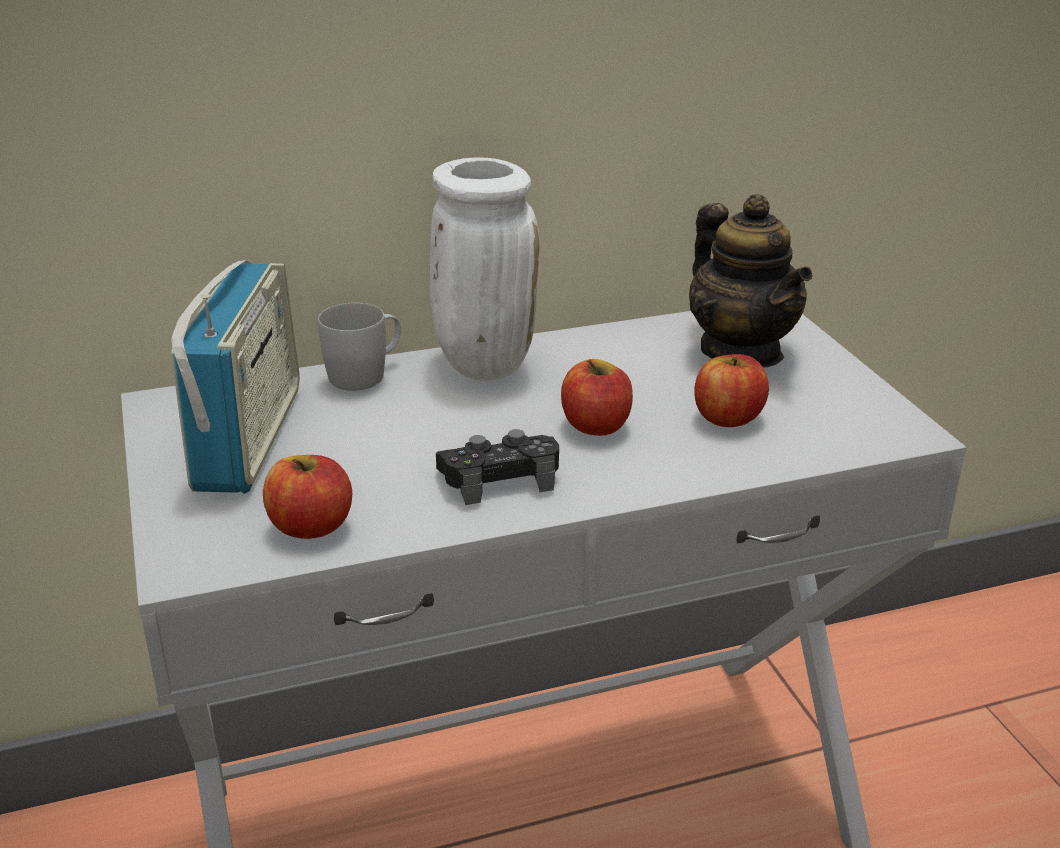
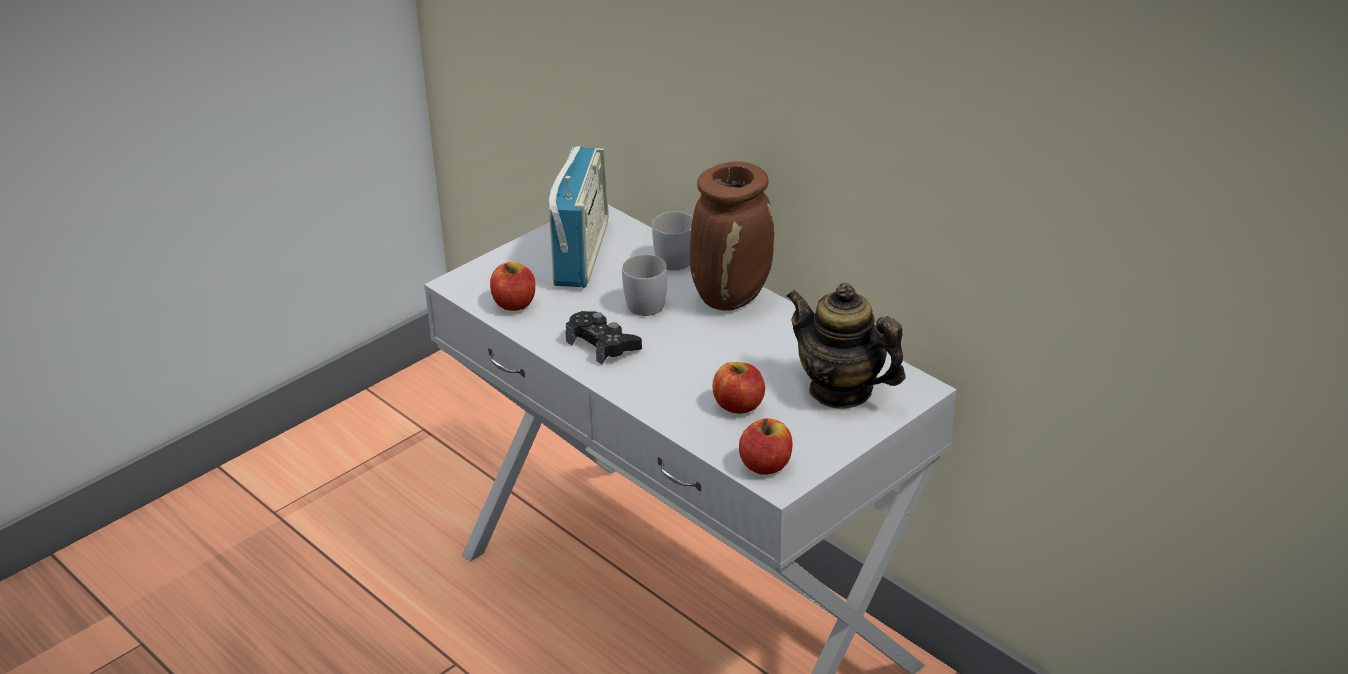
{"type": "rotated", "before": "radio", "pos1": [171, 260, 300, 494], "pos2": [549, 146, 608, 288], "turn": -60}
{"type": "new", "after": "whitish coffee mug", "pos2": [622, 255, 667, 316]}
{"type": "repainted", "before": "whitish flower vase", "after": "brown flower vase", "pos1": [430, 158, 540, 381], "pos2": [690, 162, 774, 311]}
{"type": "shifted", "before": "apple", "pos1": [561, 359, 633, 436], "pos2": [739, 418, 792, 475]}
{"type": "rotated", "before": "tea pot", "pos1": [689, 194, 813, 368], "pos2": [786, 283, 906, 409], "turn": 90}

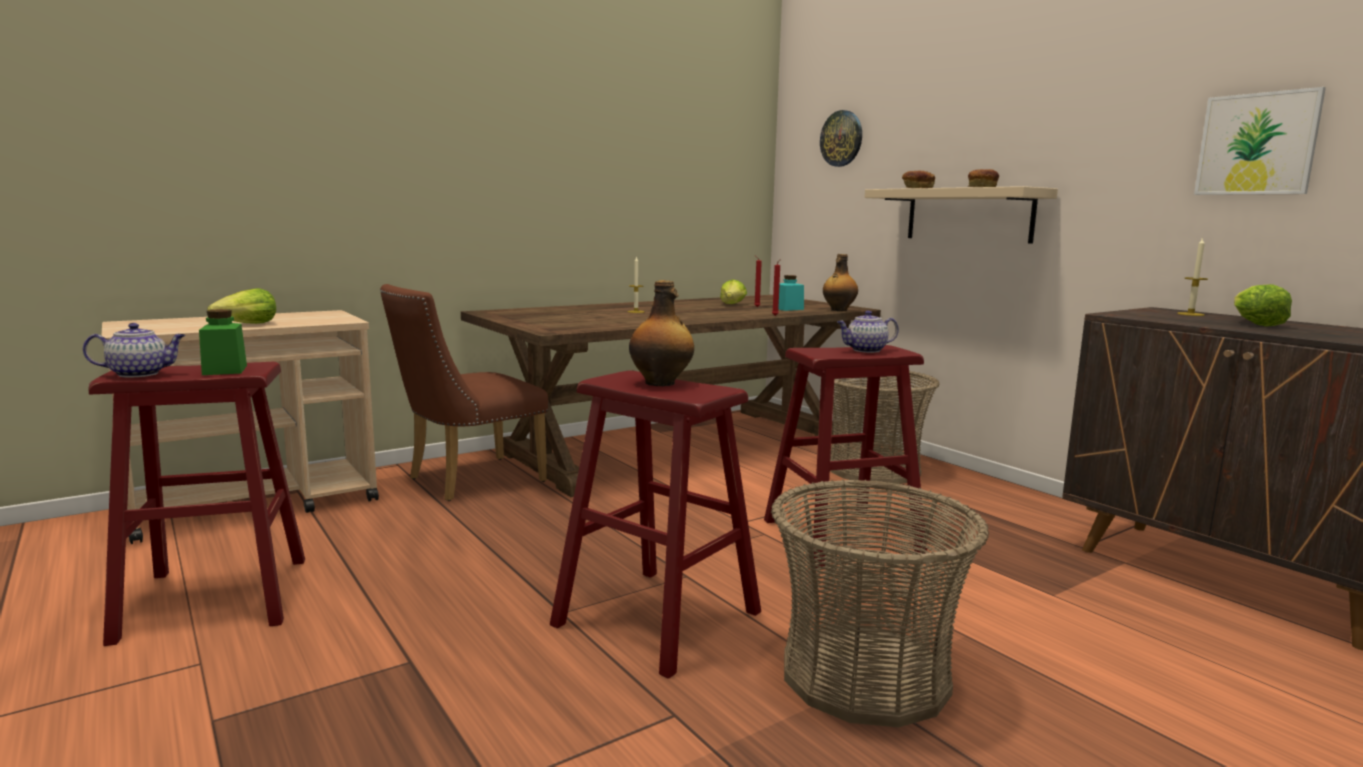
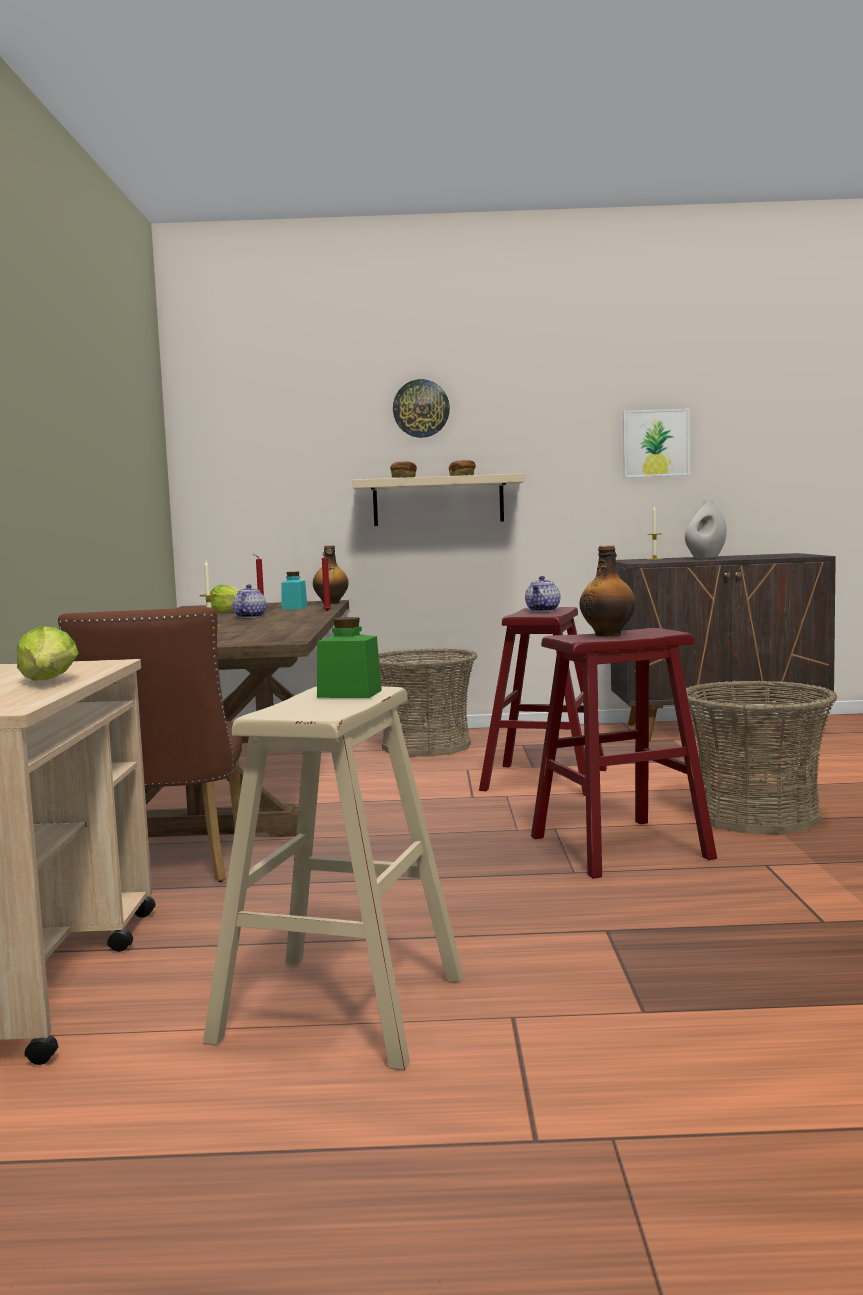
{"type": "repainted", "before": "red sitting stool", "after": "beige sitting stool", "pos1": [89, 362, 305, 646], "pos2": [203, 687, 464, 1071]}
{"type": "shifted", "before": "tea pot", "pos1": [83, 323, 185, 377], "pos2": [232, 584, 266, 618]}
{"type": "shifted", "before": "wall clock", "pos1": [820, 110, 862, 167], "pos2": [393, 379, 450, 438]}
{"type": "swapped", "before": "lettuce head", "after": "whitish flower vase", "pos1": [1234, 284, 1292, 327], "pos2": [685, 499, 727, 559]}

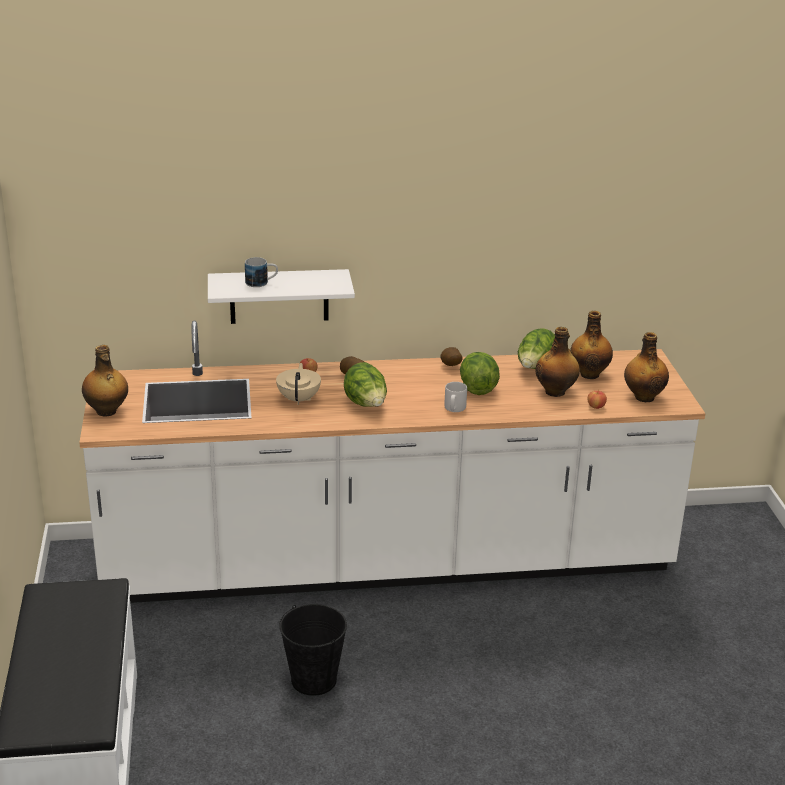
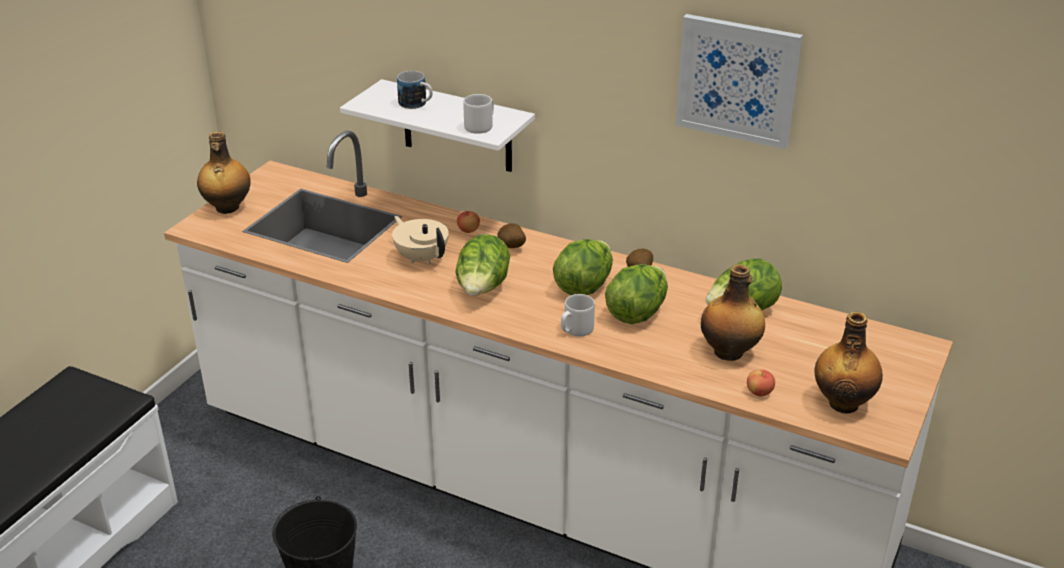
{"type": "rotated", "before": "beige tea pot", "pos1": [276, 363, 321, 405], "pos2": [392, 216, 449, 264], "turn": -75}
{"type": "new", "after": "greyish coffee mug", "pos2": [463, 94, 494, 134]}
{"type": "new", "after": "lettuce head", "pos2": [553, 239, 613, 295]}
{"type": "new", "after": "wall art", "pos2": [675, 14, 803, 149]}
{"type": "gone", "before": "drink bottle", "pos1": [570, 311, 613, 379]}

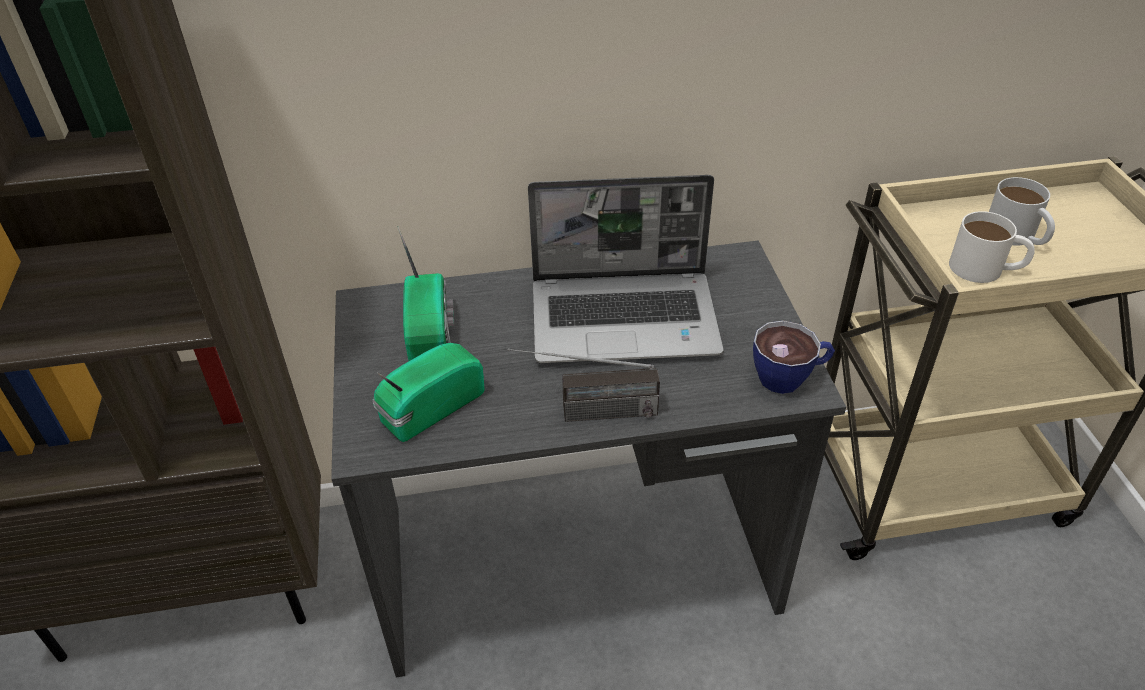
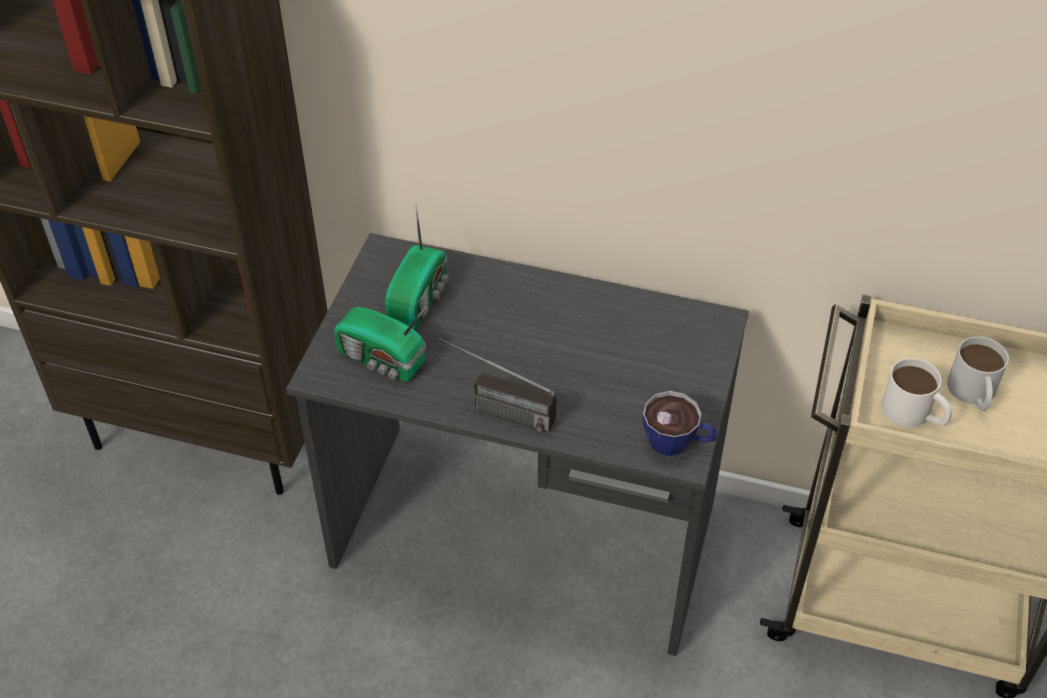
{"type": "rotated", "before": "radio", "pos1": [372, 343, 485, 442], "pos2": [334, 304, 428, 382], "turn": -135}
{"type": "gone", "before": "laptop", "pos1": [528, 175, 724, 363]}

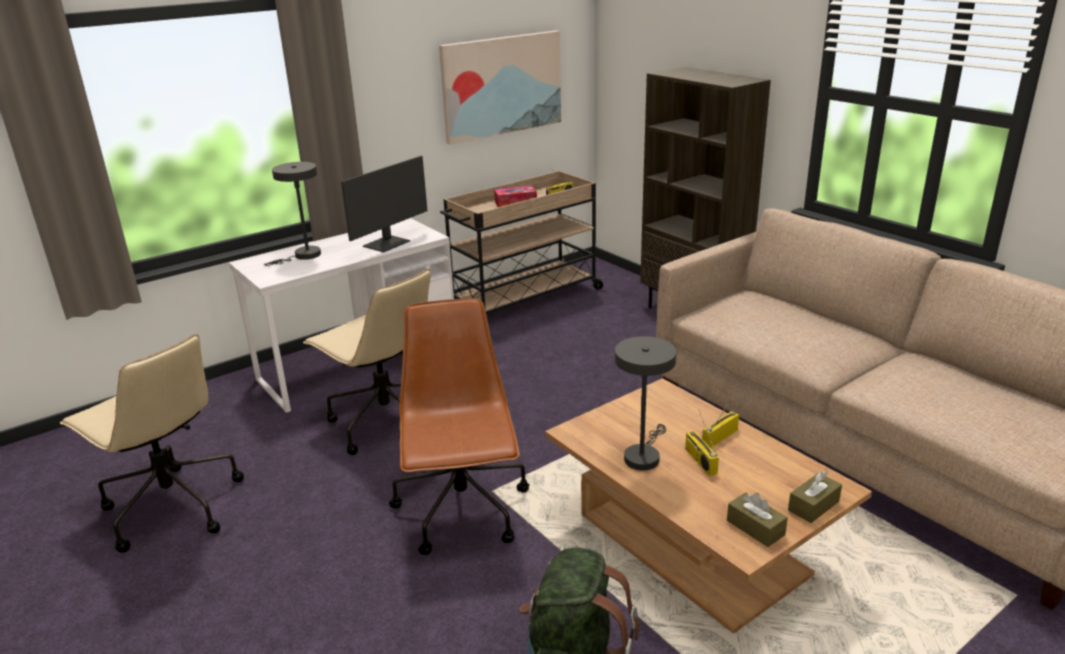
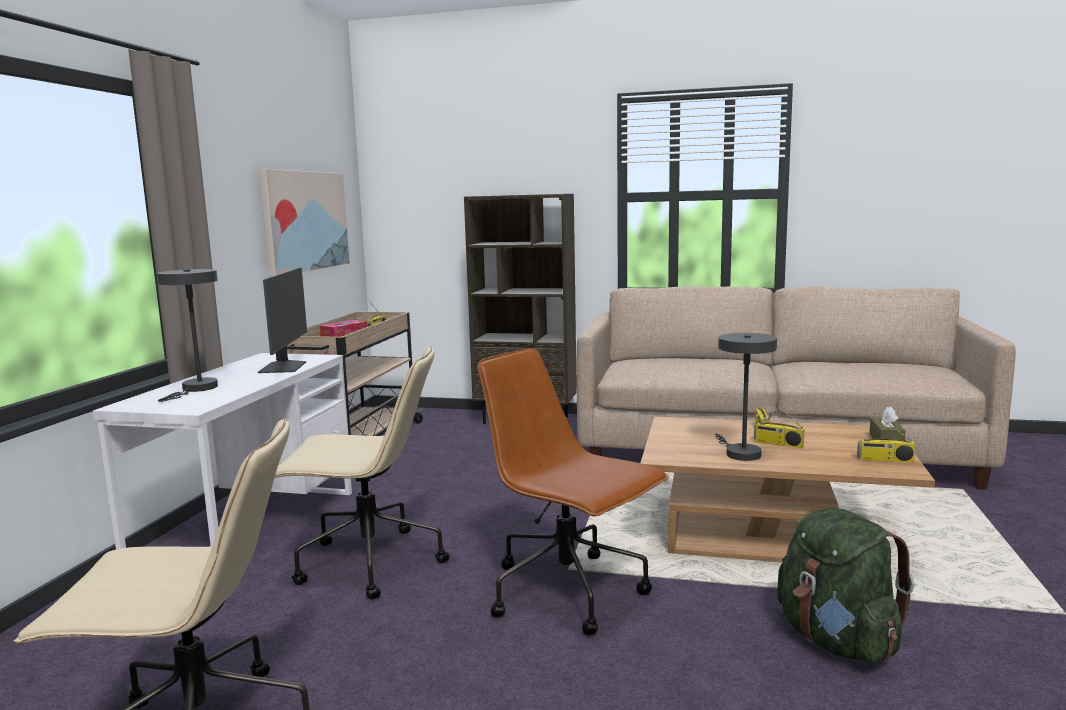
{"type": "swapped", "before": "brown tissue holder", "after": "radio", "pos1": [727, 493, 788, 547], "pos2": [857, 411, 915, 463]}

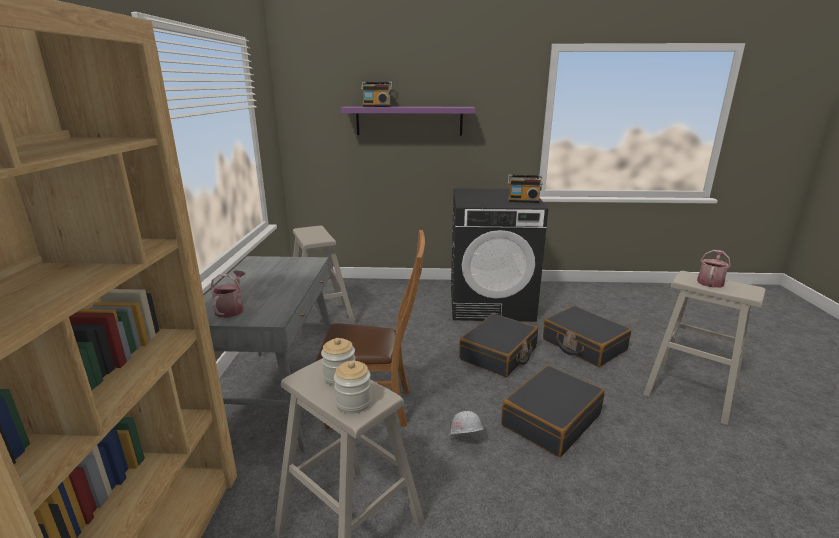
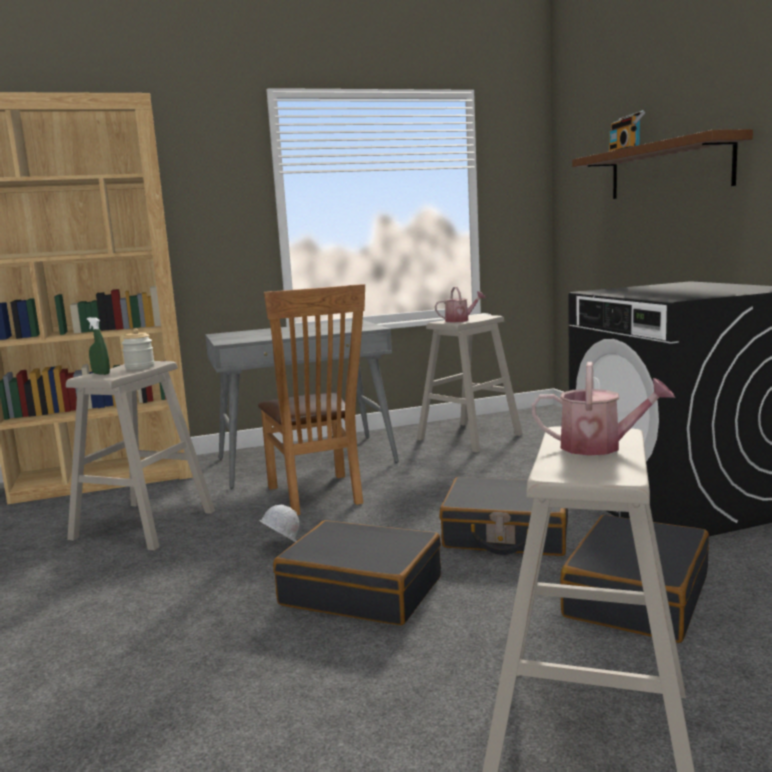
{"type": "swapped", "before": "preserve jar", "after": "greenish sprayer", "pos1": [334, 361, 372, 413], "pos2": [87, 317, 110, 375]}
{"type": "shifted", "before": "watering can", "pos1": [210, 270, 245, 318], "pos2": [435, 287, 486, 322]}
{"type": "repainted", "before": "purple bracket shelf", "after": "brown bracket shelf", "pos1": [341, 106, 475, 135], "pos2": [572, 129, 753, 199]}
{"type": "gone", "before": "radio", "pos1": [508, 174, 543, 203]}

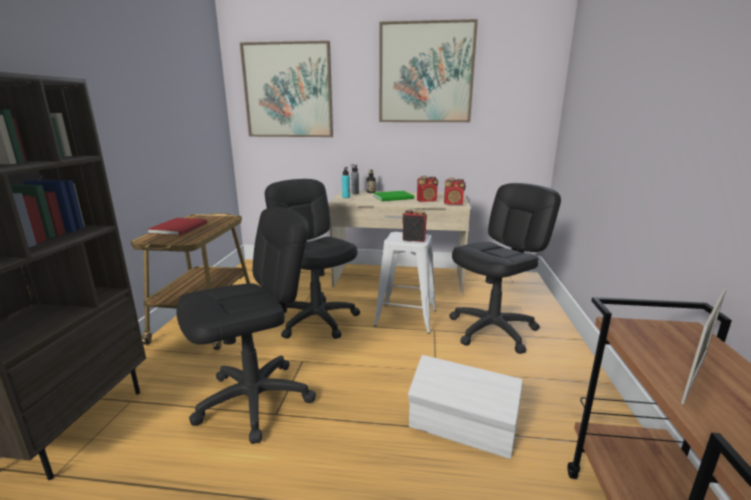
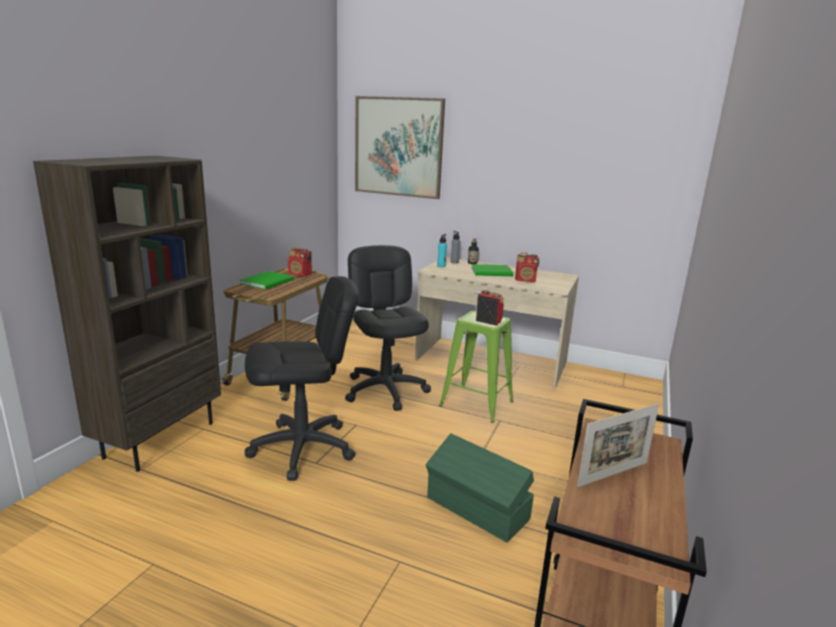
{"type": "repainted", "before": "red bound book", "after": "greenish bound book", "pos1": [147, 218, 207, 236], "pos2": [240, 271, 294, 289]}
{"type": "shifted", "before": "radio", "pos1": [444, 178, 466, 205], "pos2": [288, 246, 312, 277]}
{"type": "repainted", "before": "whitish storage box", "after": "greenish storage box", "pos1": [408, 355, 523, 459], "pos2": [426, 433, 534, 542]}
{"type": "repainted", "before": "whitish sitting stool", "after": "greenish sitting stool", "pos1": [374, 232, 436, 334], "pos2": [439, 311, 514, 423]}
{"type": "gone", "before": "wall art", "pos1": [379, 19, 478, 122]}
{"type": "gone", "before": "black desk chair", "pos1": [449, 183, 561, 354]}

